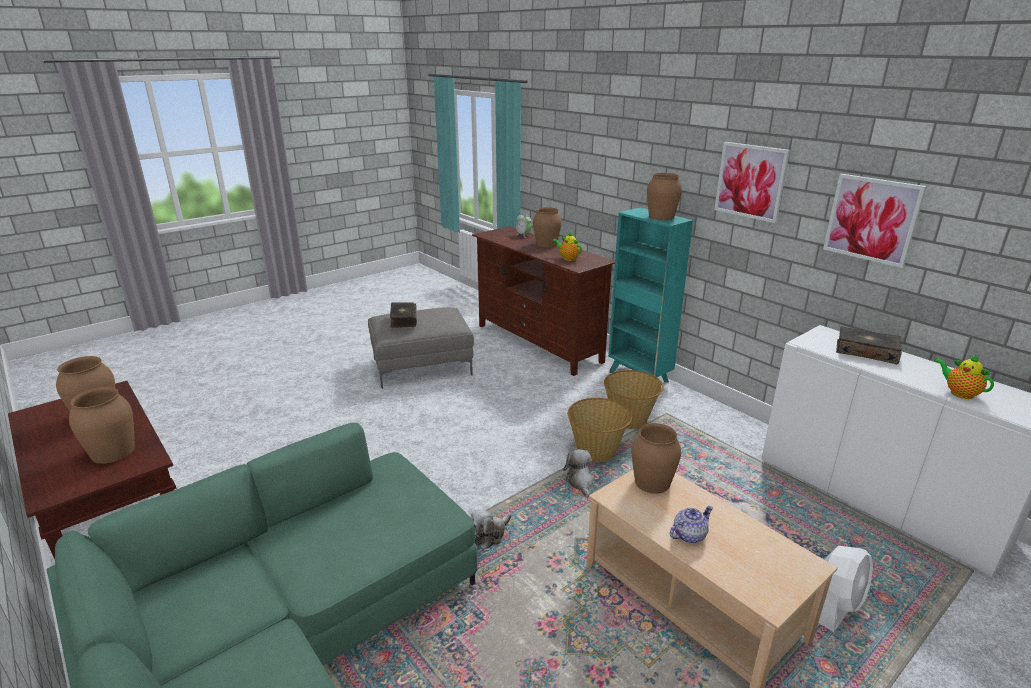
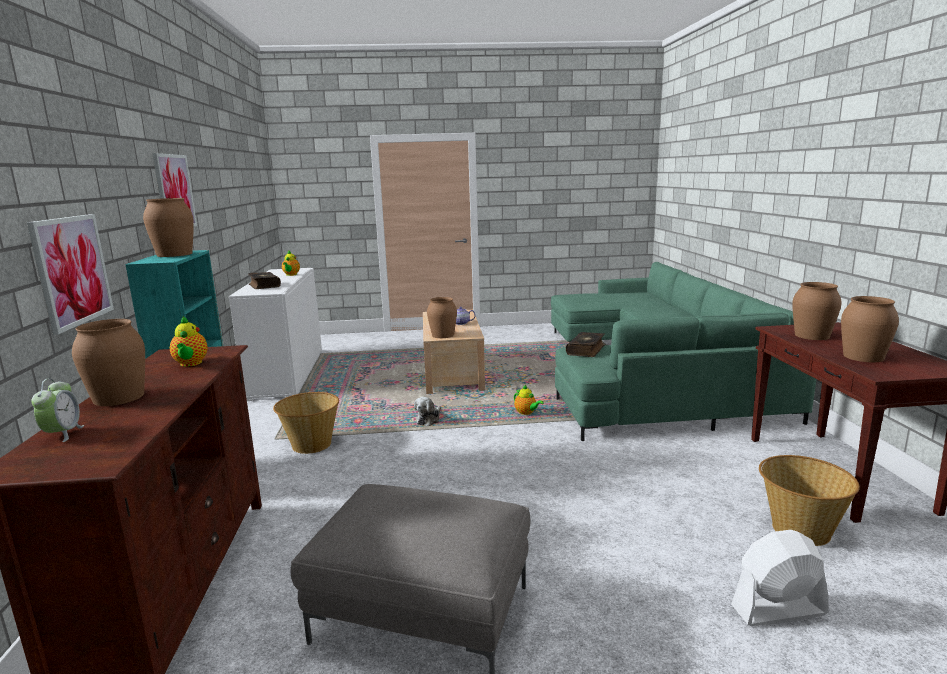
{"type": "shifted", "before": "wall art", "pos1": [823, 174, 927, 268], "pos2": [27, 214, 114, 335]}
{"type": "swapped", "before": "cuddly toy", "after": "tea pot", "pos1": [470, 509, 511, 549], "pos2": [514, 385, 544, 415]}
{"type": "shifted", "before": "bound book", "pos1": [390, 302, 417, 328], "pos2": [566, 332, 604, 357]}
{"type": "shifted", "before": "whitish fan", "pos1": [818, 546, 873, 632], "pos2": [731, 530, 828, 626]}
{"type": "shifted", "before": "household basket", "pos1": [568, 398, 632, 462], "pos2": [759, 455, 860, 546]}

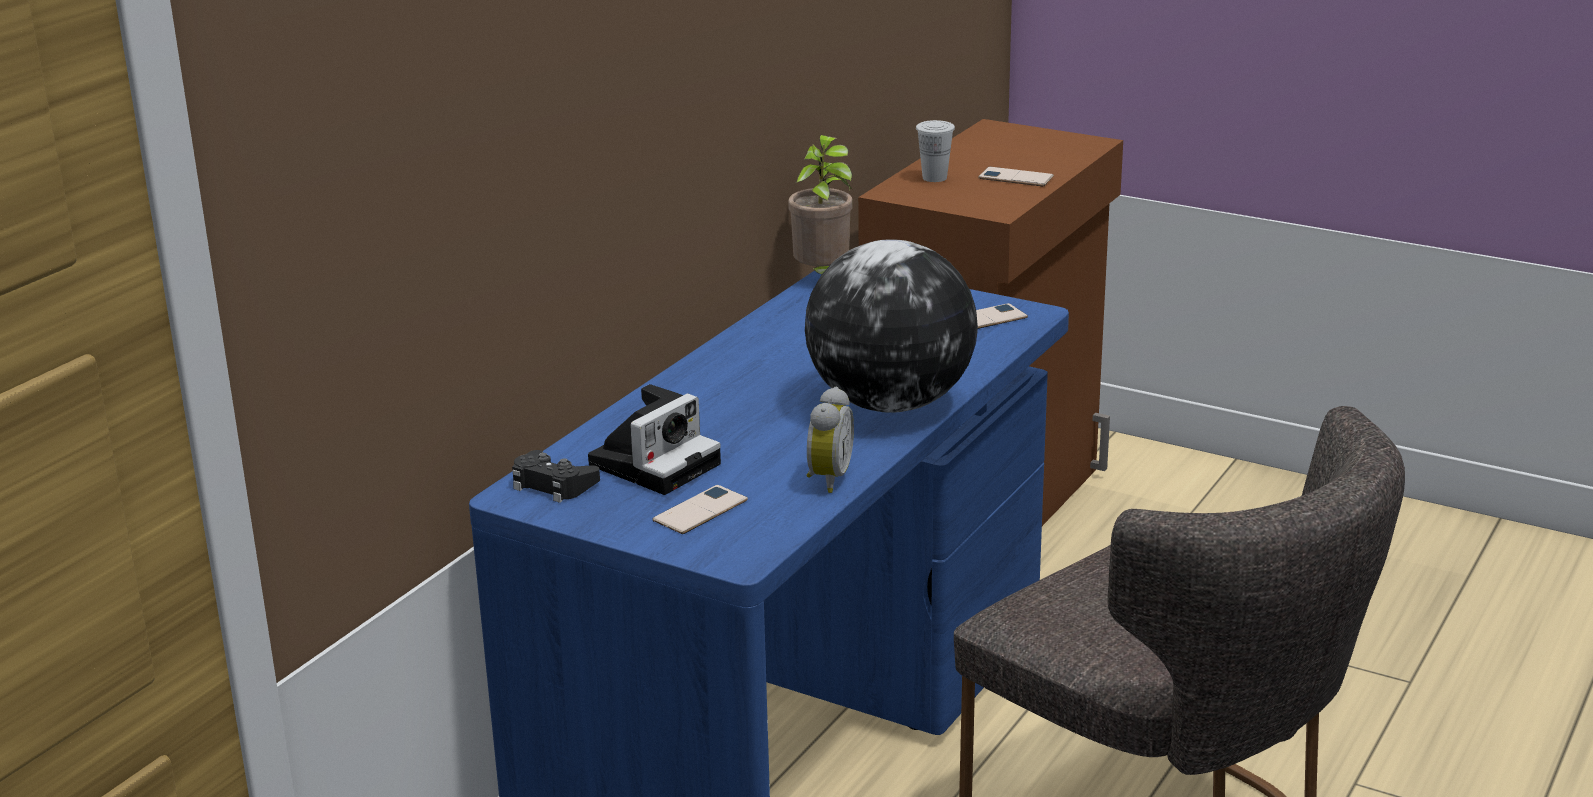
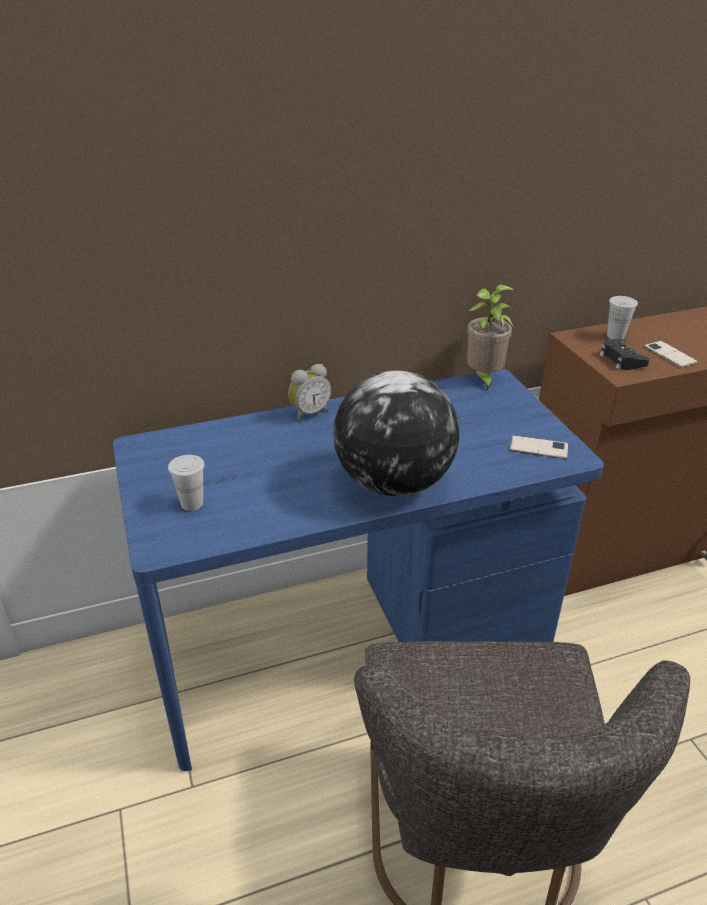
{"type": "swapped", "before": "handset", "after": "whitish cup", "pos1": [652, 485, 748, 534], "pos2": [168, 455, 204, 511]}
{"type": "shifted", "before": "bedside clock", "pos1": [807, 386, 854, 493], "pos2": [288, 364, 331, 421]}
{"type": "shifted", "before": "black joypad", "pos1": [512, 450, 600, 503], "pos2": [600, 339, 650, 370]}
{"type": "gone", "before": "still camera", "pos1": [588, 384, 721, 495]}

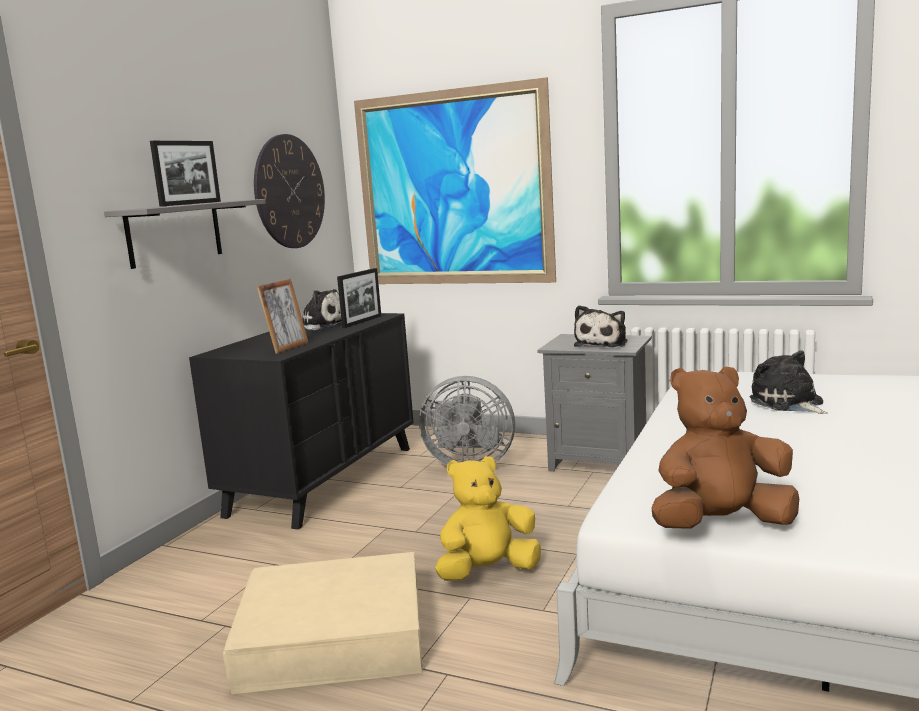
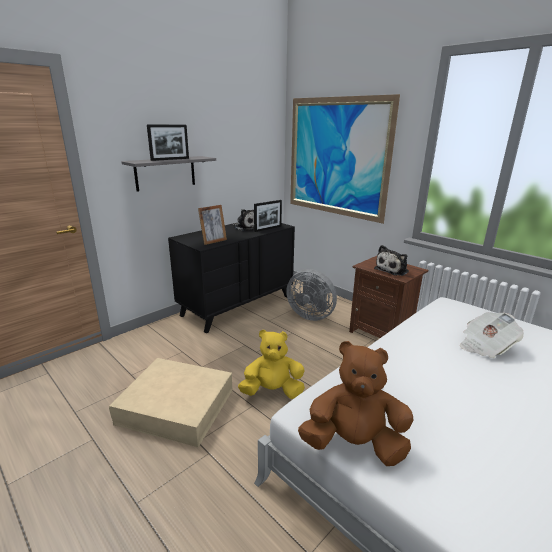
{"type": "repainted", "before": "greyish nightstand", "after": "brown nightstand", "pos1": [537, 334, 652, 472], "pos2": [349, 256, 428, 338]}
{"type": "swapped", "before": "cuddly toy", "after": "daily paper", "pos1": [750, 351, 828, 414], "pos2": [460, 312, 524, 358]}
{"type": "gone", "before": "wall clock", "pos1": [254, 134, 325, 248]}

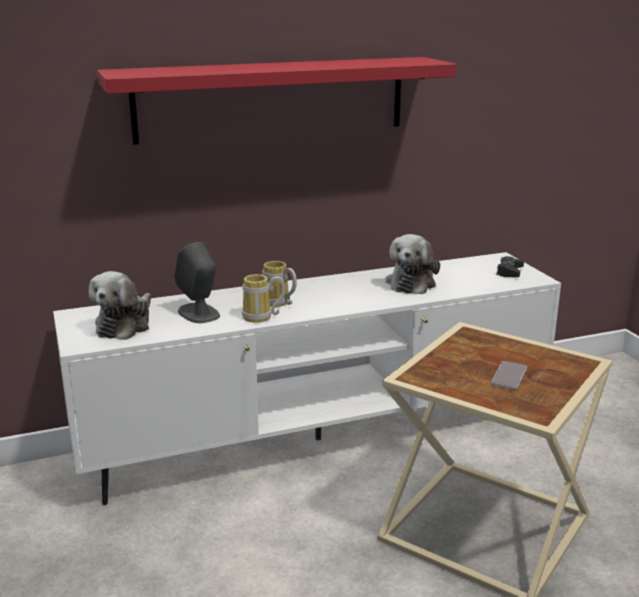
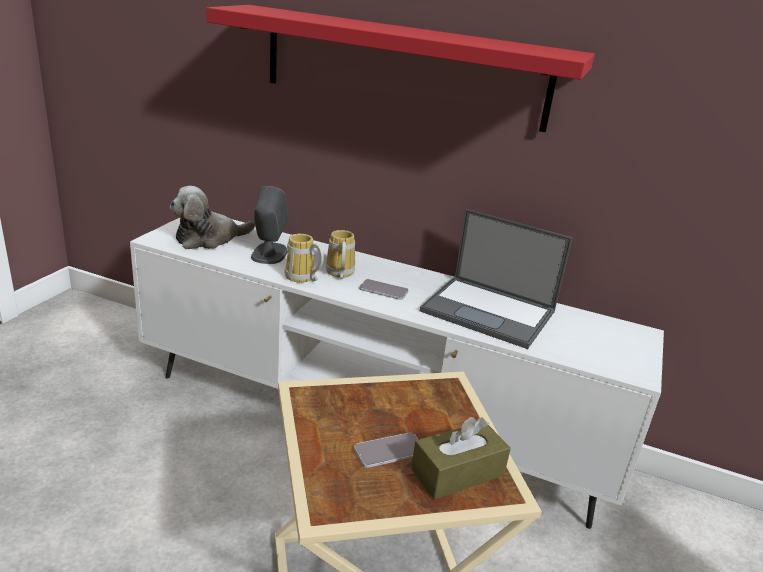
{"type": "new", "after": "handset", "pos2": [359, 279, 409, 300]}
{"type": "new", "after": "brown tissue holder", "pos2": [411, 417, 511, 499]}
{"type": "swapped", "before": "cuddly toy", "after": "laptop", "pos1": [385, 234, 440, 295], "pos2": [420, 209, 572, 349]}
{"type": "gone", "before": "black joypad", "pos1": [496, 256, 524, 277]}

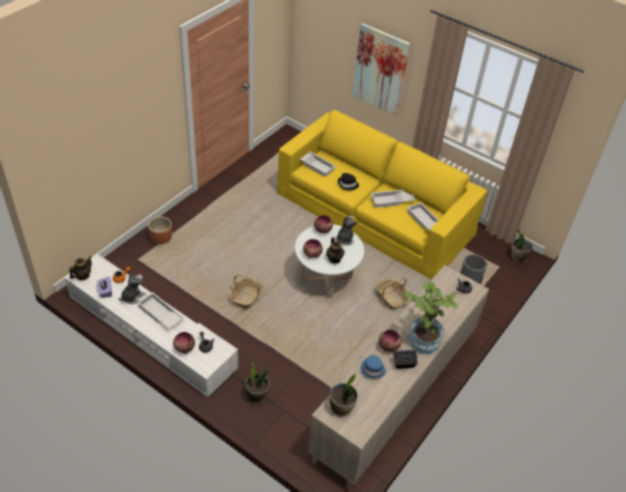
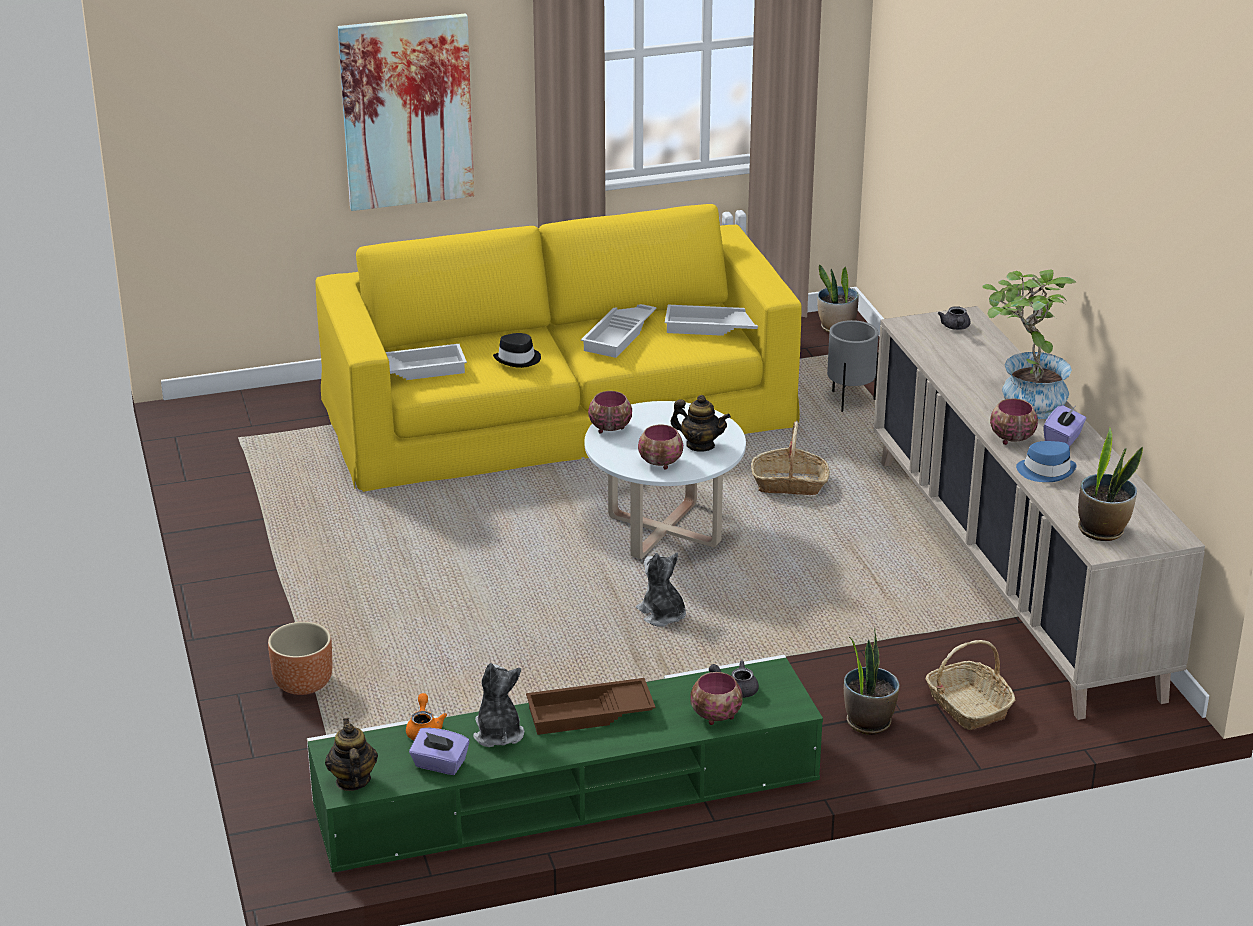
{"type": "repainted", "before": "whitish media console", "after": "greenish media console", "pos1": [65, 254, 238, 397], "pos2": [307, 655, 823, 873]}
{"type": "repainted", "before": "whitish carrying tray", "after": "brown carrying tray", "pos1": [137, 292, 184, 329], "pos2": [526, 678, 656, 735]}
{"type": "shifted", "before": "cuddly toy", "pos1": [336, 216, 357, 245], "pos2": [636, 553, 686, 626]}
{"type": "shifted", "before": "household basket", "pos1": [230, 274, 263, 309], "pos2": [925, 640, 1016, 730]}
{"type": "repainted", "before": "black tissue holder", "after": "purple tissue holder", "pos1": [393, 350, 418, 369], "pos2": [1044, 405, 1086, 447]}

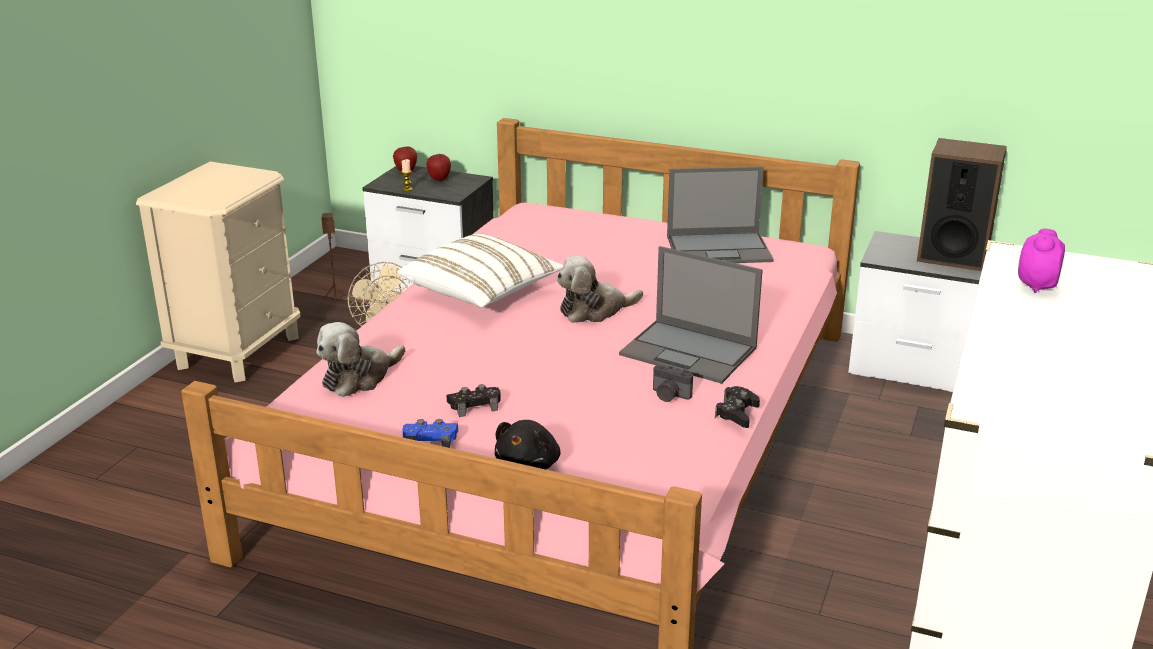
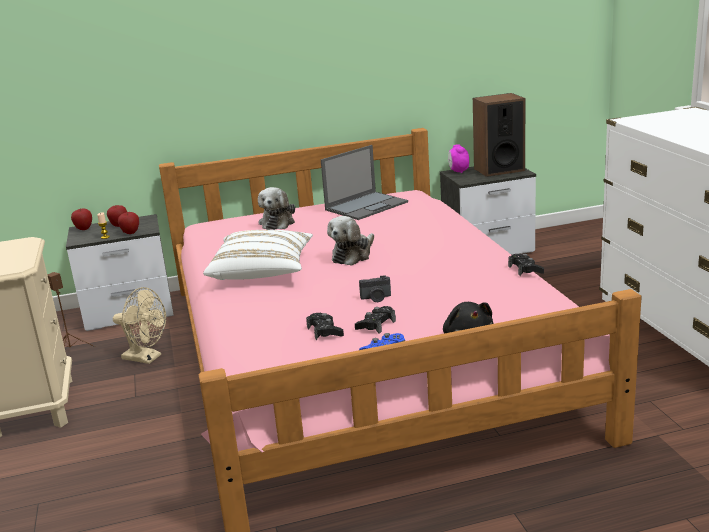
{"type": "new", "after": "apple", "pos2": [118, 212, 139, 234]}
{"type": "shifted", "before": "cuddly toy", "pos1": [317, 322, 405, 397], "pos2": [258, 187, 295, 230]}
{"type": "new", "after": "black joypad", "pos2": [306, 313, 344, 340]}
{"type": "shifted", "before": "still camera", "pos1": [653, 365, 693, 402], "pos2": [359, 275, 391, 302]}
{"type": "shifted", "before": "bedside clock", "pos1": [1018, 228, 1065, 293], "pos2": [448, 144, 469, 173]}
{"type": "gone", "before": "laptop", "pos1": [619, 246, 763, 384]}

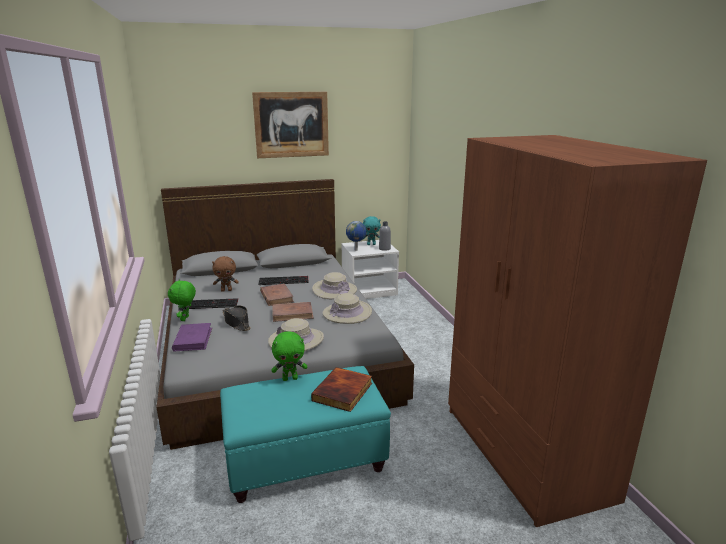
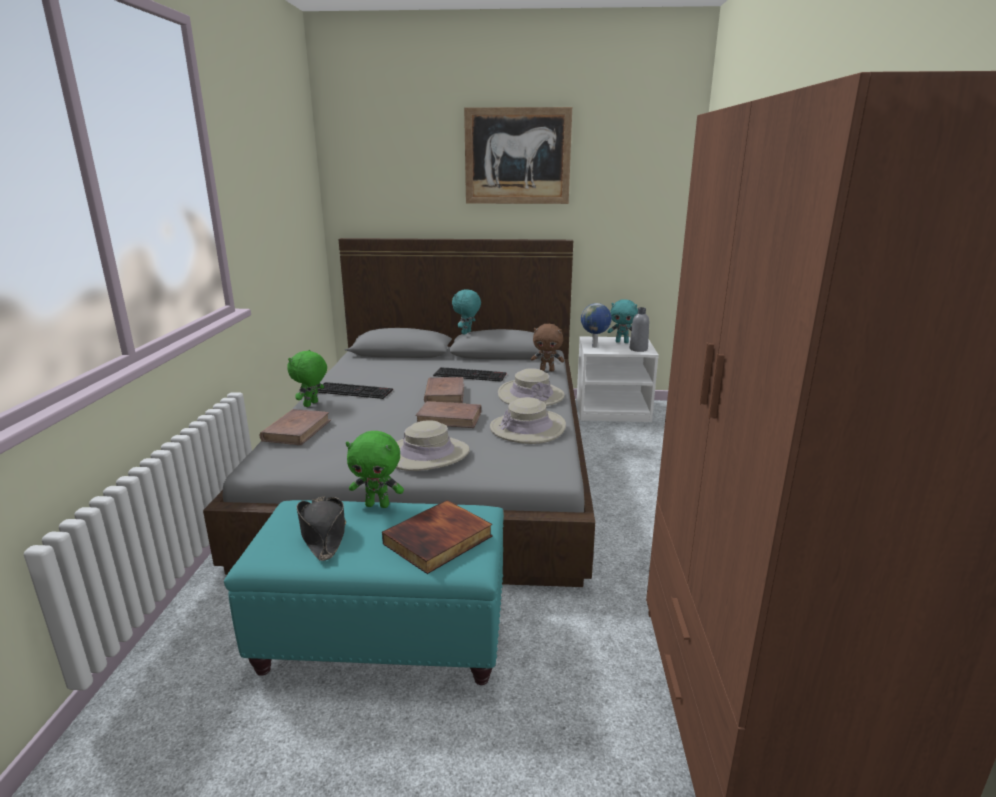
{"type": "repainted", "before": "purple bound book", "after": "brown bound book", "pos1": [172, 323, 212, 352], "pos2": [260, 409, 331, 445]}
{"type": "shifted", "before": "black clothing hat", "pos1": [222, 305, 251, 331], "pos2": [296, 496, 346, 561]}
{"type": "new", "after": "blue-green cuddly toy", "pos2": [452, 289, 481, 334]}
{"type": "shifted", "before": "brown cuddly toy", "pos1": [212, 256, 239, 292], "pos2": [531, 324, 564, 371]}

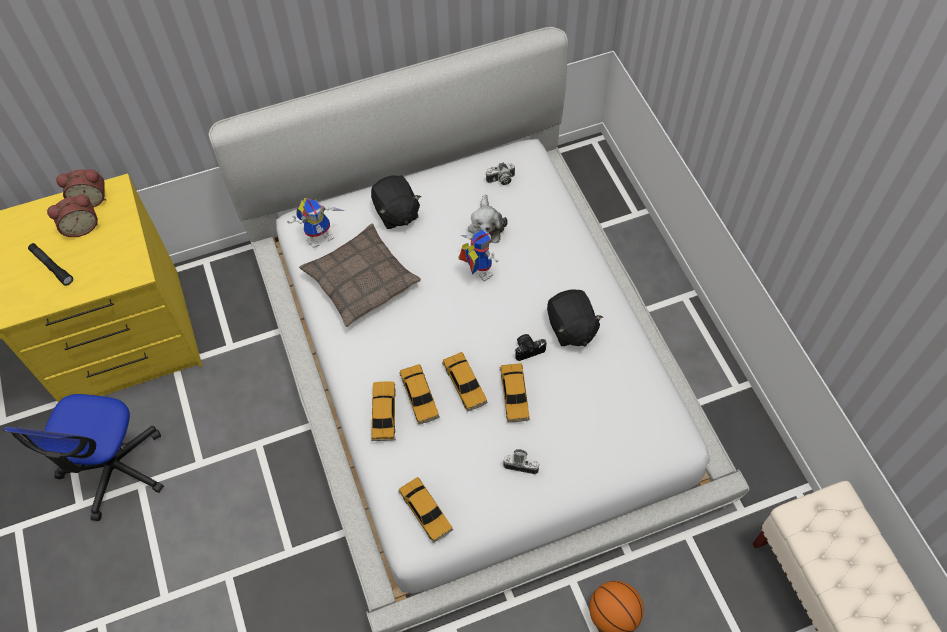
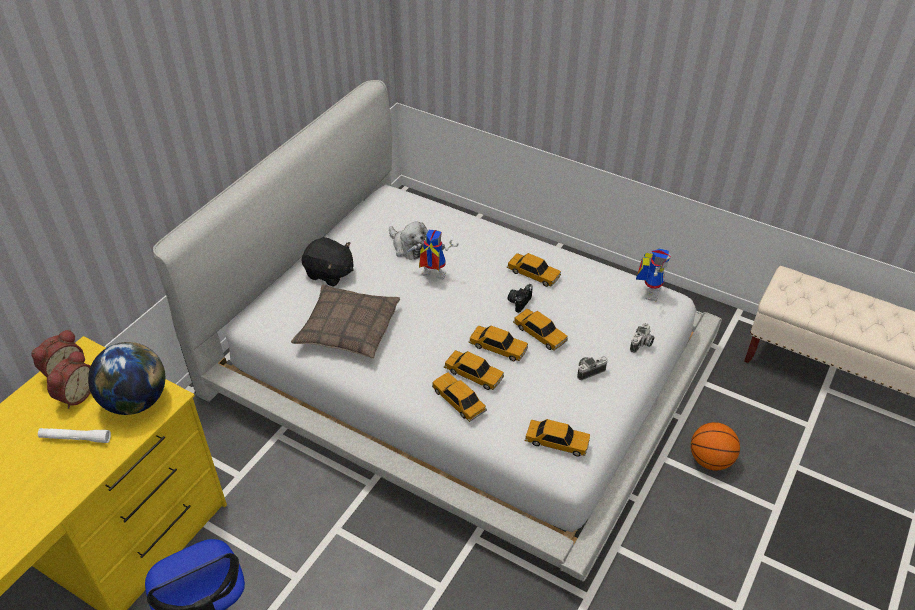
{"type": "repainted", "before": "black hand torch", "after": "whitish hand torch", "pos1": [28, 243, 73, 286], "pos2": [38, 428, 111, 443]}
{"type": "new", "after": "world globe", "pos2": [88, 342, 165, 415]}
{"type": "swapped", "before": "black cuddly toy", "after": "miniature car", "pos1": [547, 289, 603, 347], "pos2": [507, 253, 561, 287]}
{"type": "shifted", "before": "still camera", "pos1": [486, 162, 515, 185], "pos2": [630, 323, 654, 353]}
{"type": "shifted", "before": "toy robot", "pos1": [286, 198, 345, 248], "pos2": [636, 248, 671, 302]}

